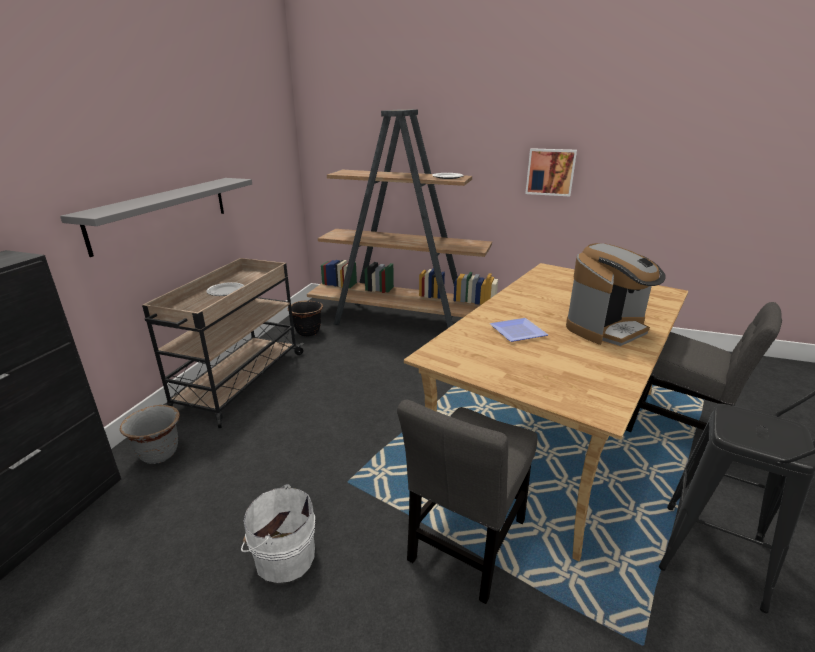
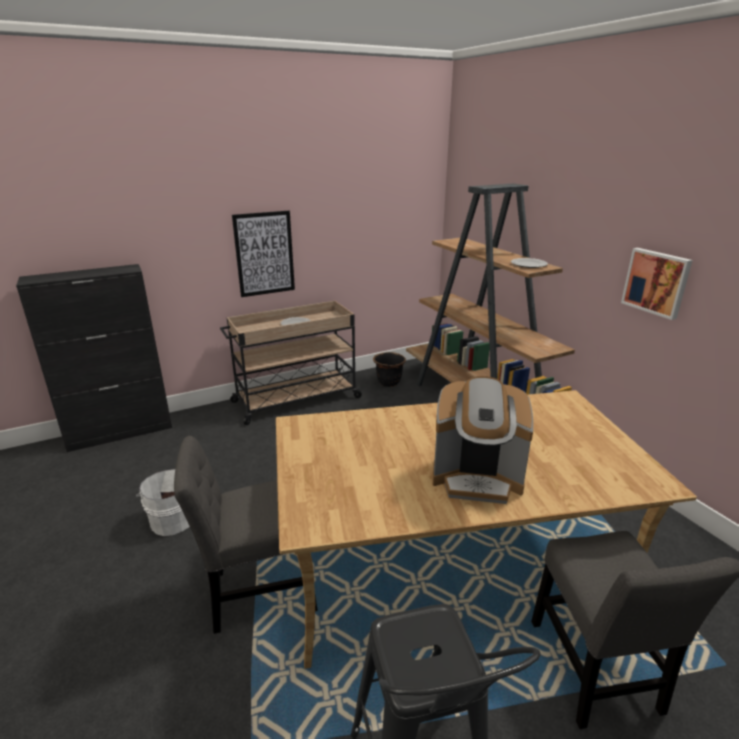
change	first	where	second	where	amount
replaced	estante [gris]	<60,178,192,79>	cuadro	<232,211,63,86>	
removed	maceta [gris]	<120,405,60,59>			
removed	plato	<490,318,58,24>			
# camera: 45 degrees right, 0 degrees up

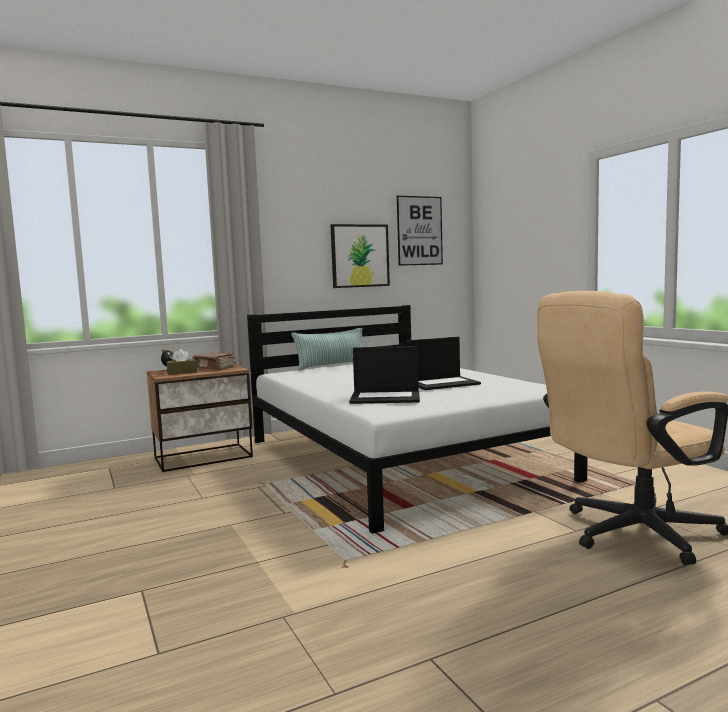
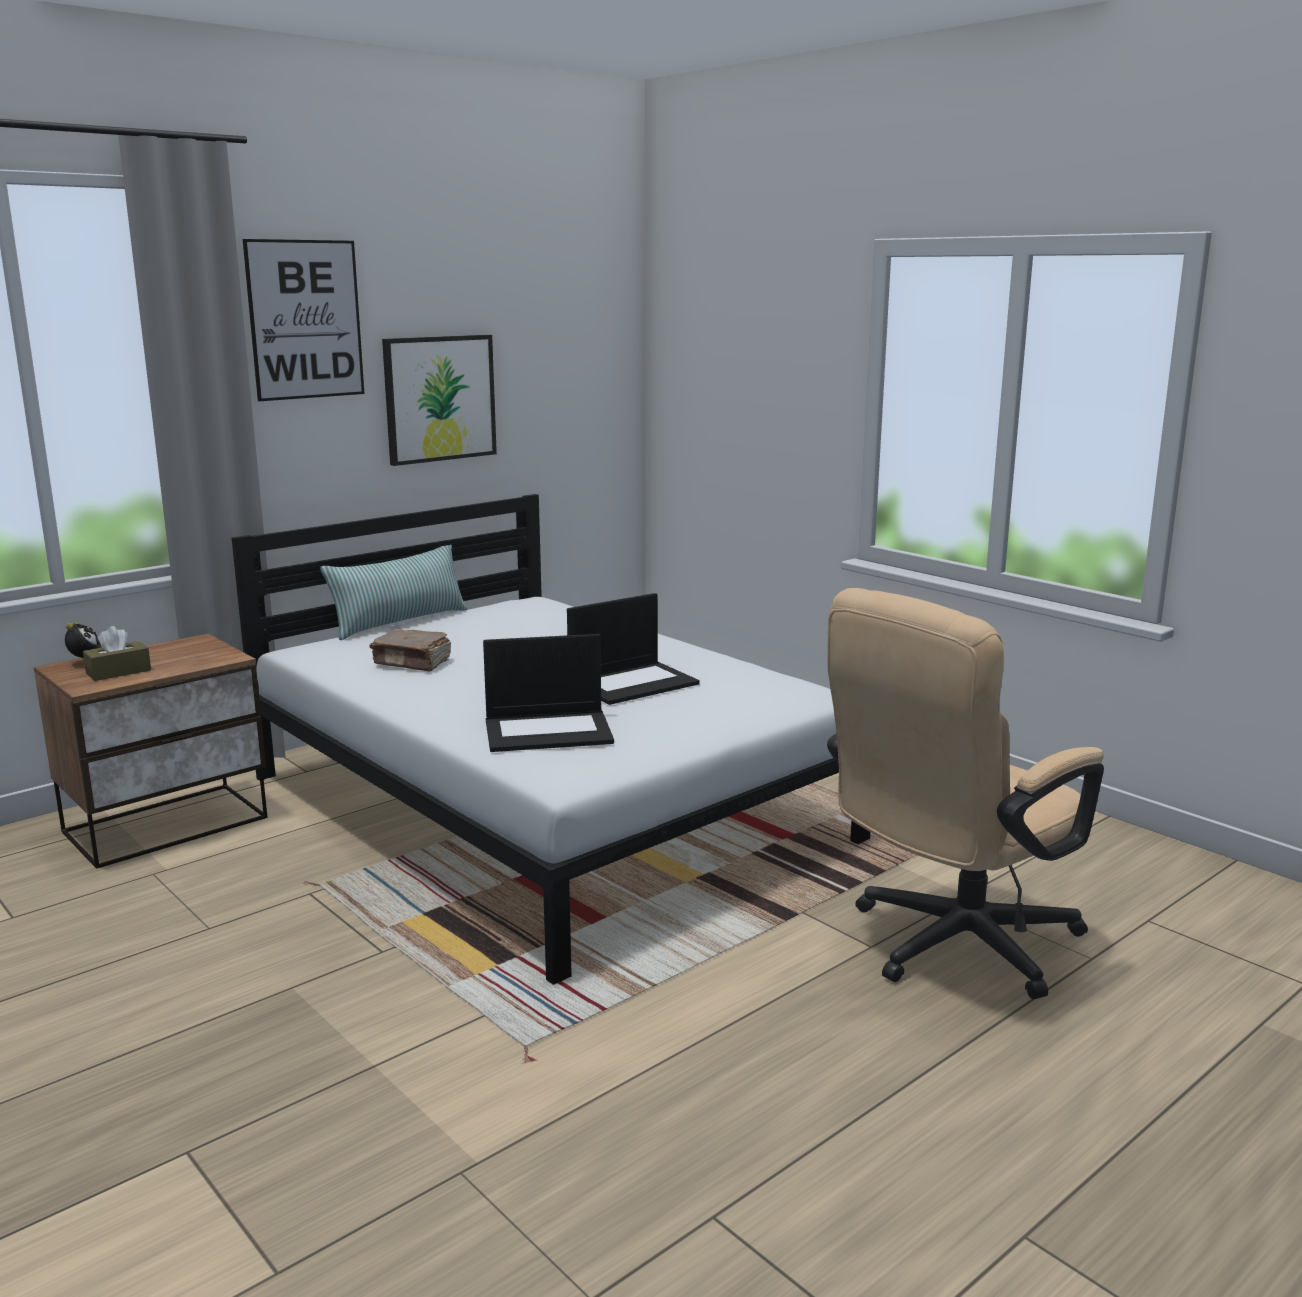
change	first	where	second	where	amount
moved	cuadro	<397,196,46,70>		<243,239,121,162>	
moved	libro [marrón]	<192,352,44,18>		<369,629,82,42>	
# camera: 15 degrees left, 10 degrees up

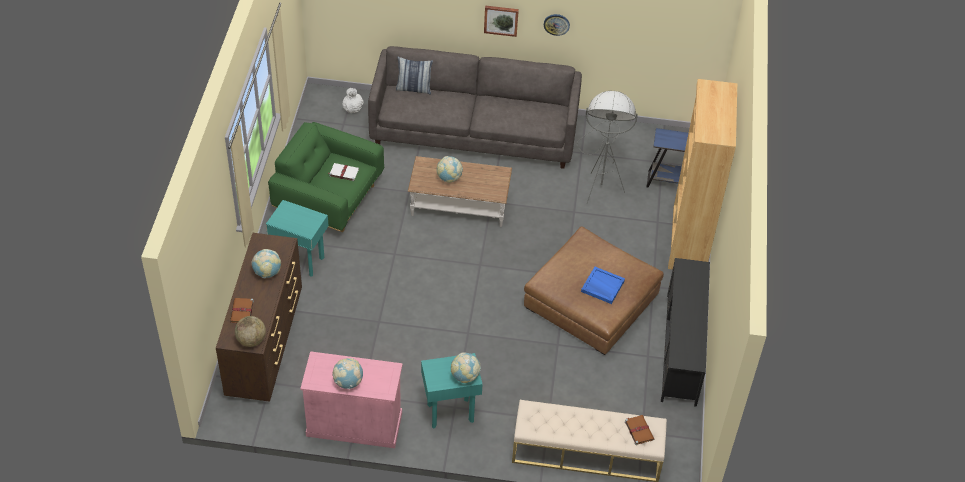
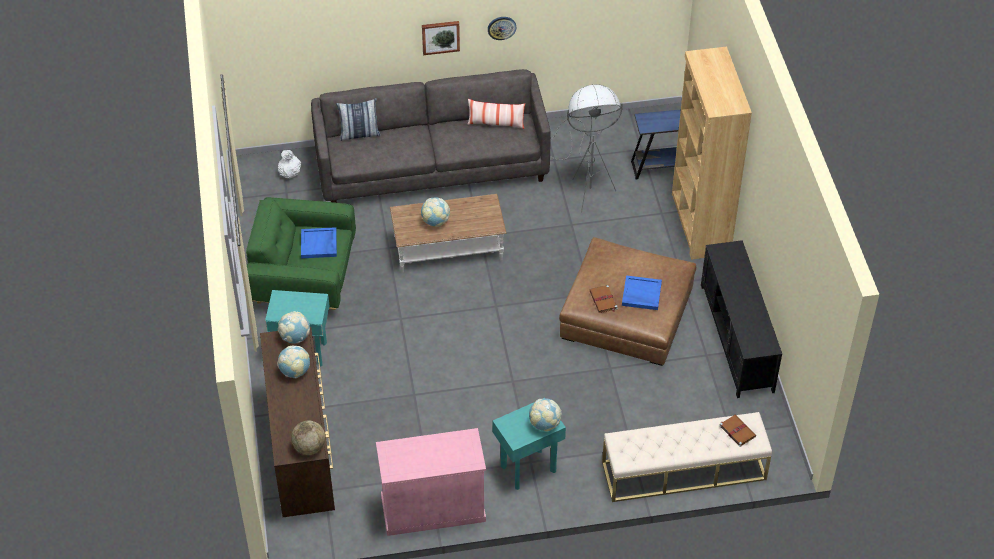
change	first	where	second	where	amount
moved	globo terráqueo	<333,358,30,31>		<278,311,32,33>	
replaced	libro [blanco]	<328,163,31,18>	bandeja [azul]	<301,227,36,31>	
added			cojín	<467,99,58,30>	
moved	libro [marrón]	<230,298,24,25>		<590,285,28,28>	
# camera: 15 degrees left, 0 degrees up

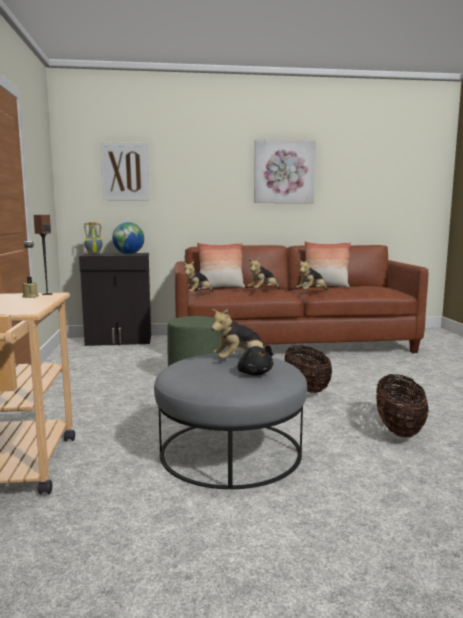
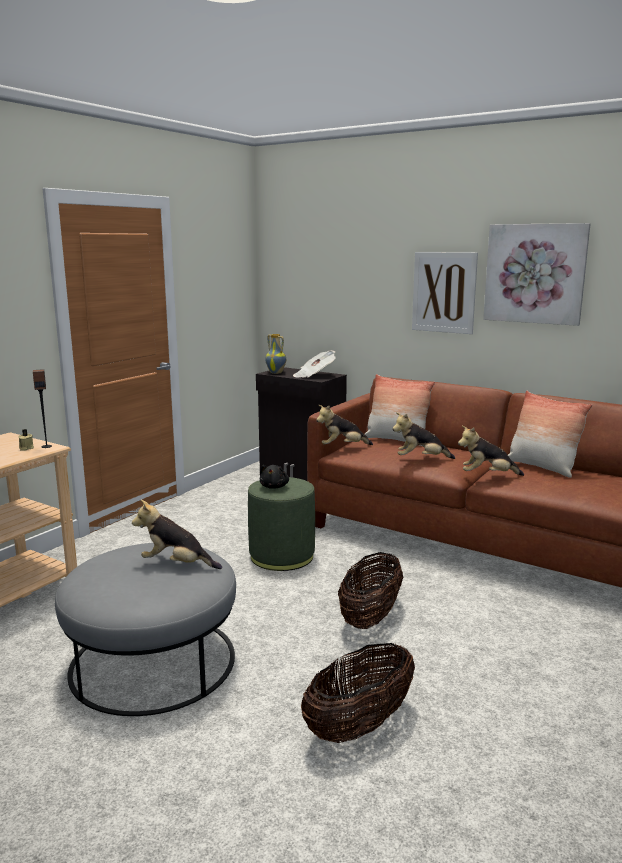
change	first	where	second	where	amount
moved	peluche [negro]	<237,346,36,30>		<260,465,29,24>	
replaced	globo terráqueo	<112,222,32,32>	periódico	<293,350,43,28>	
moved	cuadro	<100,142,49,59>		<412,252,66,82>	
# camera: 40 degrees right, 5 degrees up

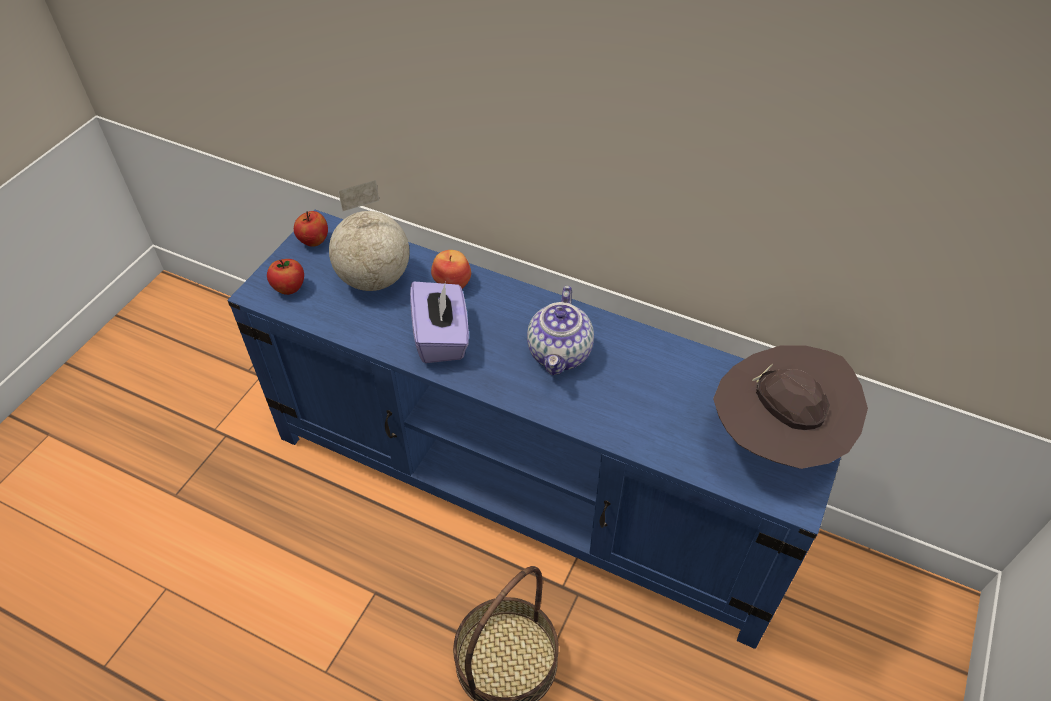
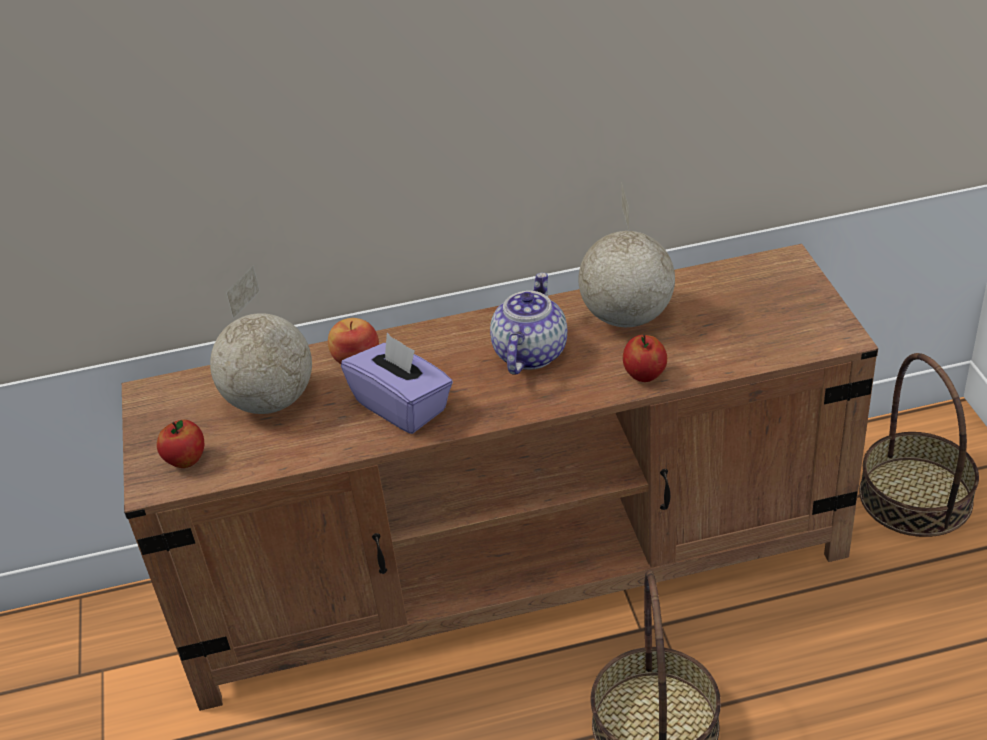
change	first	where	second	where	amount
recoloured	mueble de televisión [azul]	<228,210,613,439>	mueble de televisión [marrón]	<122,244,756,467>	
turned	tetera	<527,286,67,89>		<490,272,77,103>	135 degrees counterclockwise
added			globo terráqueo	<578,182,97,145>	
moved	manzana	<294,211,34,36>		<623,334,44,48>	
added			cesta	<859,353,120,184>	
removed	sombrero [marrón]	<713,345,155,124>			
# camera: 35 degrees left, 10 degrees down

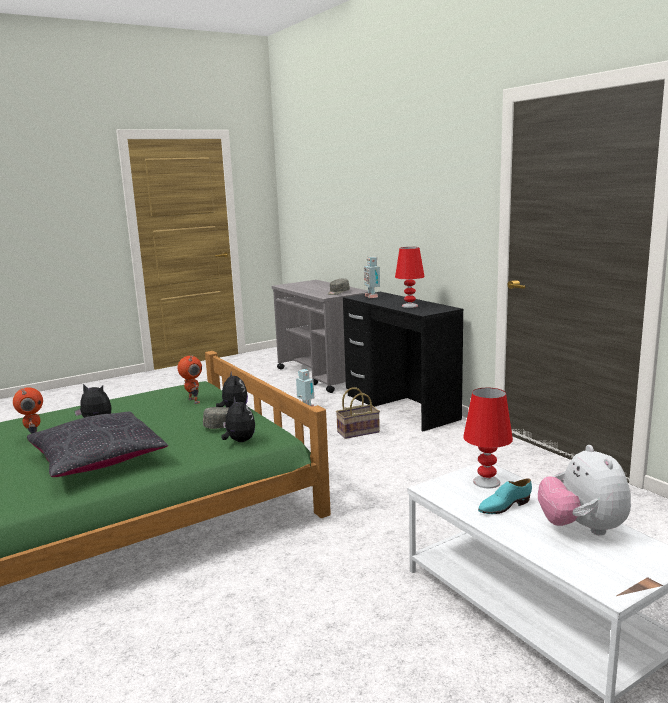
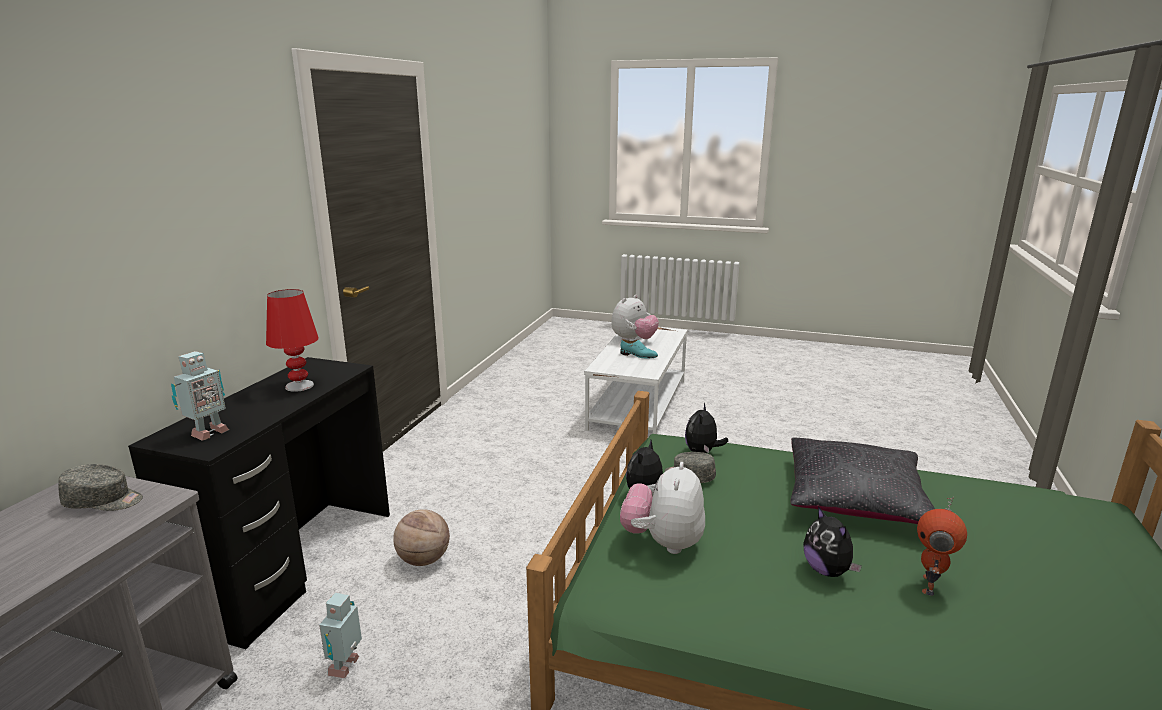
change	first	where	second	where	amount
replaced	cesta	<336,388,44,51>	balón de baloncesto	<393,509,57,57>	
replaced	robot de juguete	<177,355,25,49>	peluche	<620,462,85,92>	
removed	lámpara de mesa [rojo]	<463,388,50,101>			
# camera: 130 degrees left, 5 degrees up

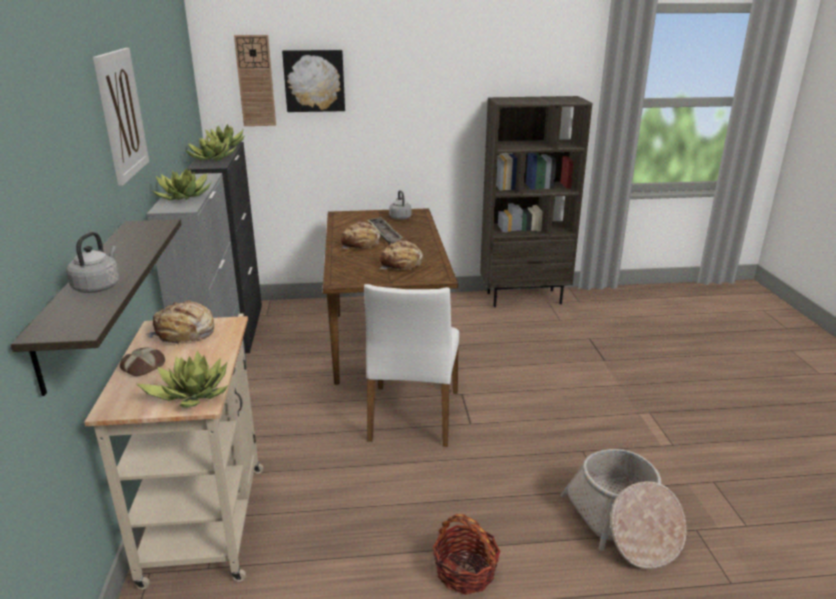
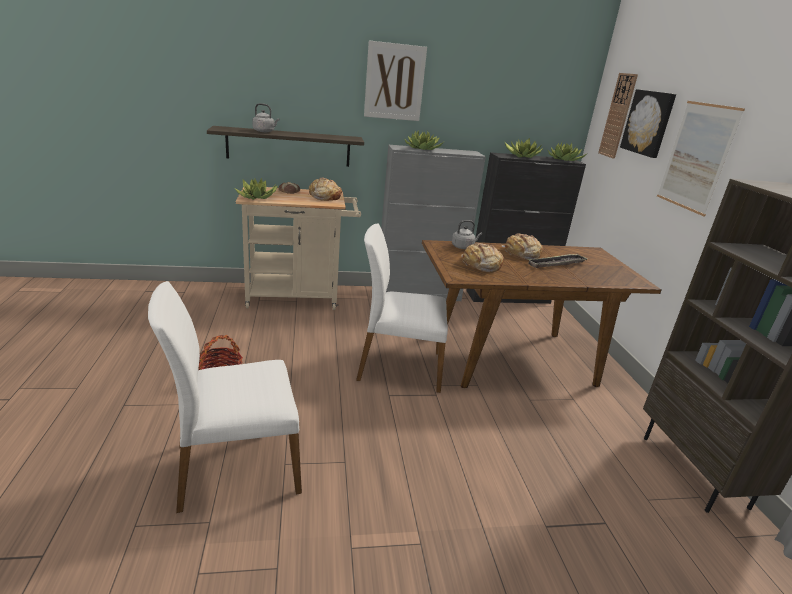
change	first	where	second	where	amount
replaced	cesta	<560,449,126,120>	silla [blanco]	<148,281,154,232>	
moved	hervidor [gris]	<389,190,23,30>		<452,220,30,29>	
added			cuadro	<657,101,88,115>	
# camera: 85 degrees right, 0 degrees up

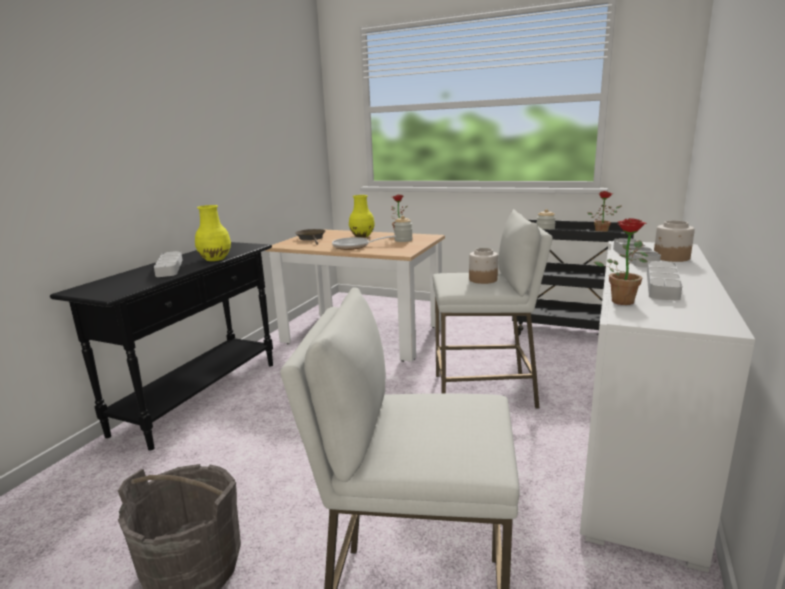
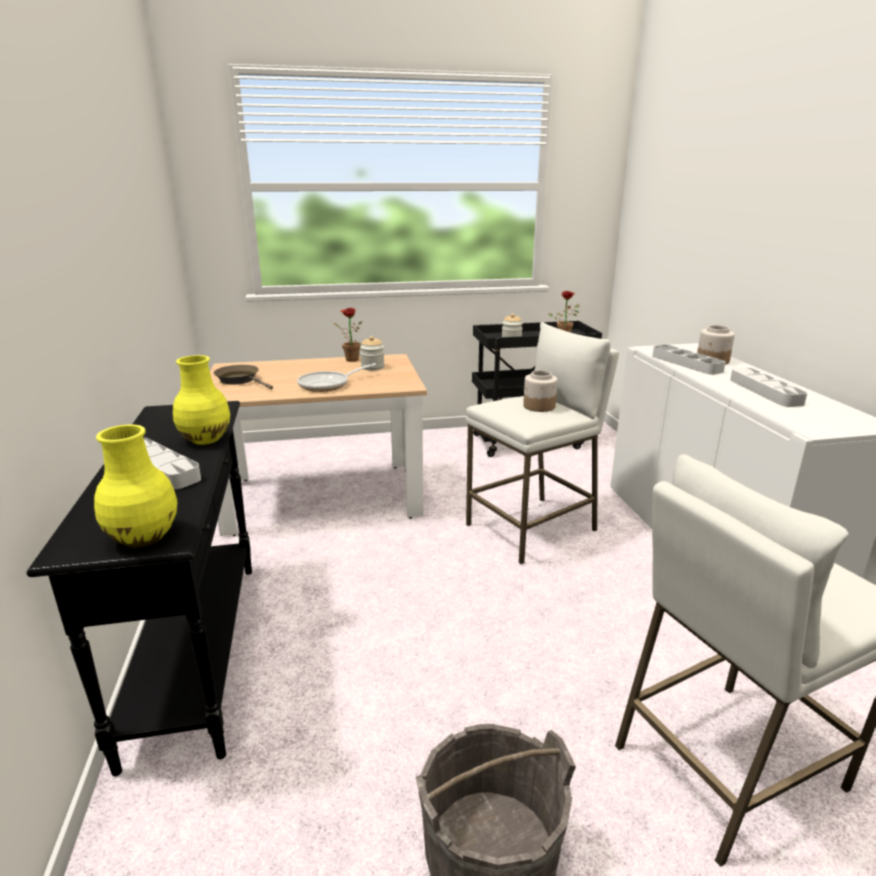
change	first	where	second	where	amount
moved	florero [amarillo]	<349,195,26,42>		<94,425,83,123>	
removed	planta en maceta	<594,218,54,87>			
# camera: 35 degrees left, 5 degrees up

